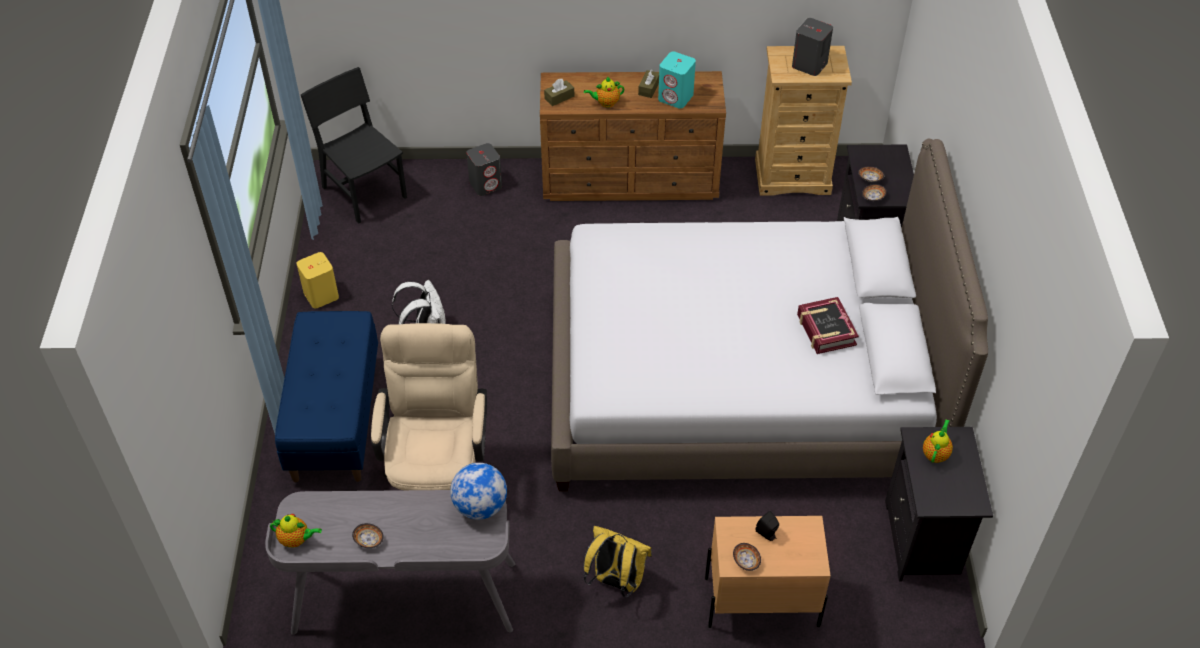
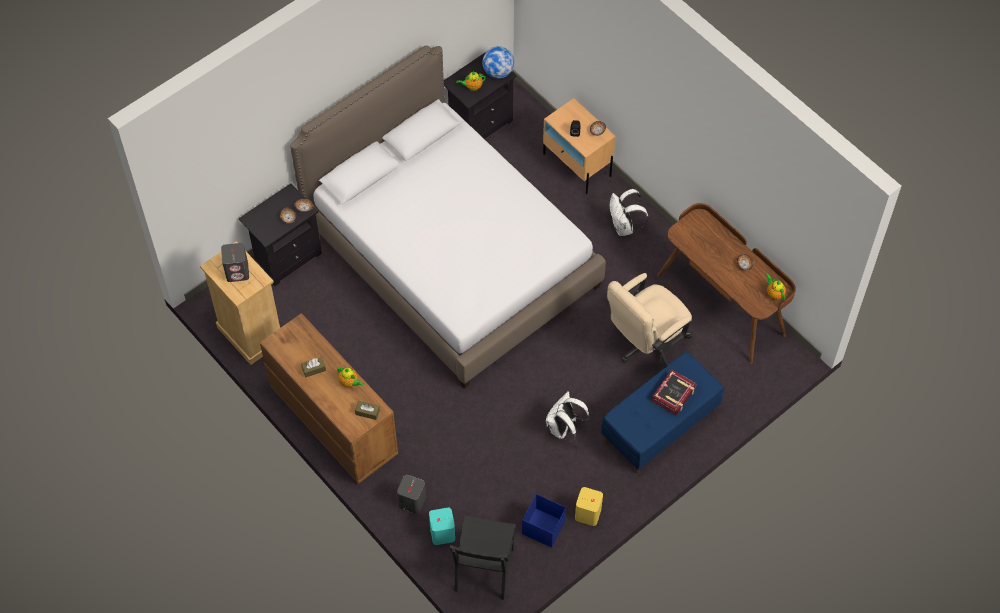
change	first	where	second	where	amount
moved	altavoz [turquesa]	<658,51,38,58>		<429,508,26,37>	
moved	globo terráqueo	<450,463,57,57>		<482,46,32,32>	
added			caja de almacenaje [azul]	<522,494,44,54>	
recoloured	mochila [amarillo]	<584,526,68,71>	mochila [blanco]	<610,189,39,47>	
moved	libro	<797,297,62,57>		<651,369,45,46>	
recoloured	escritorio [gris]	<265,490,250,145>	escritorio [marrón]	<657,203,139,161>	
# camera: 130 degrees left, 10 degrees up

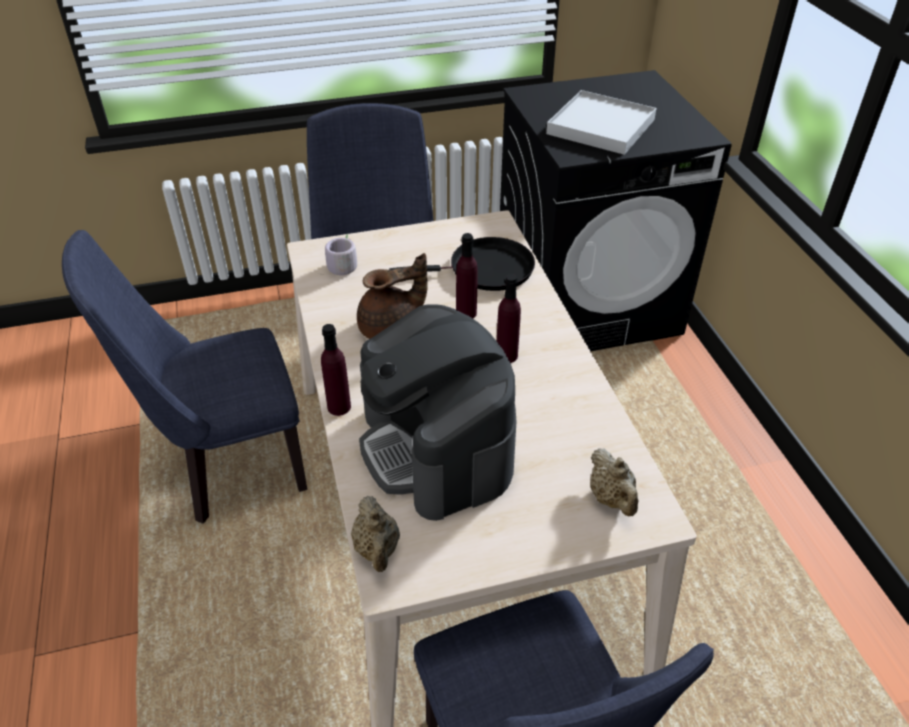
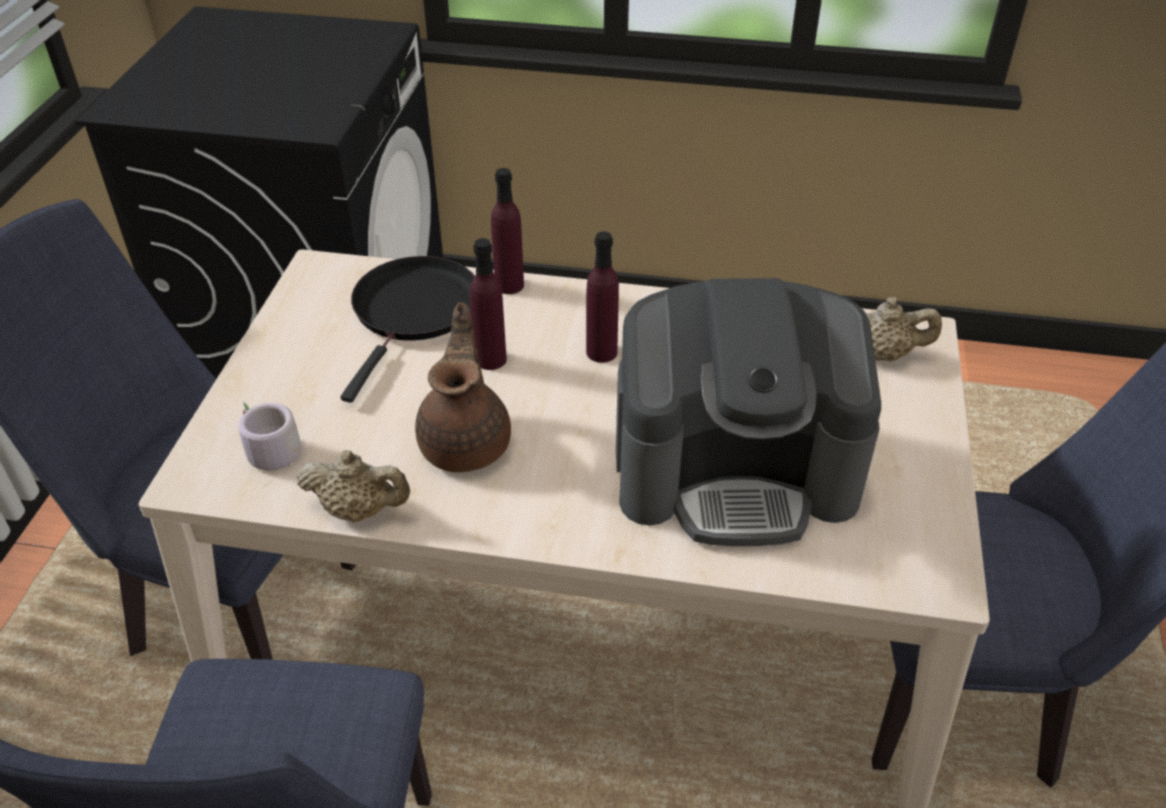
change	first	where	second	where	amount
moved	tetera [beis]	<351,496,49,76>		<297,450,113,72>	
moved	botella [morado]	<321,324,30,92>		<491,168,33,126>	
removed	bandeja [blanco]	<546,90,110,65>			
# camera: 65 degrees left, 0 degrees up

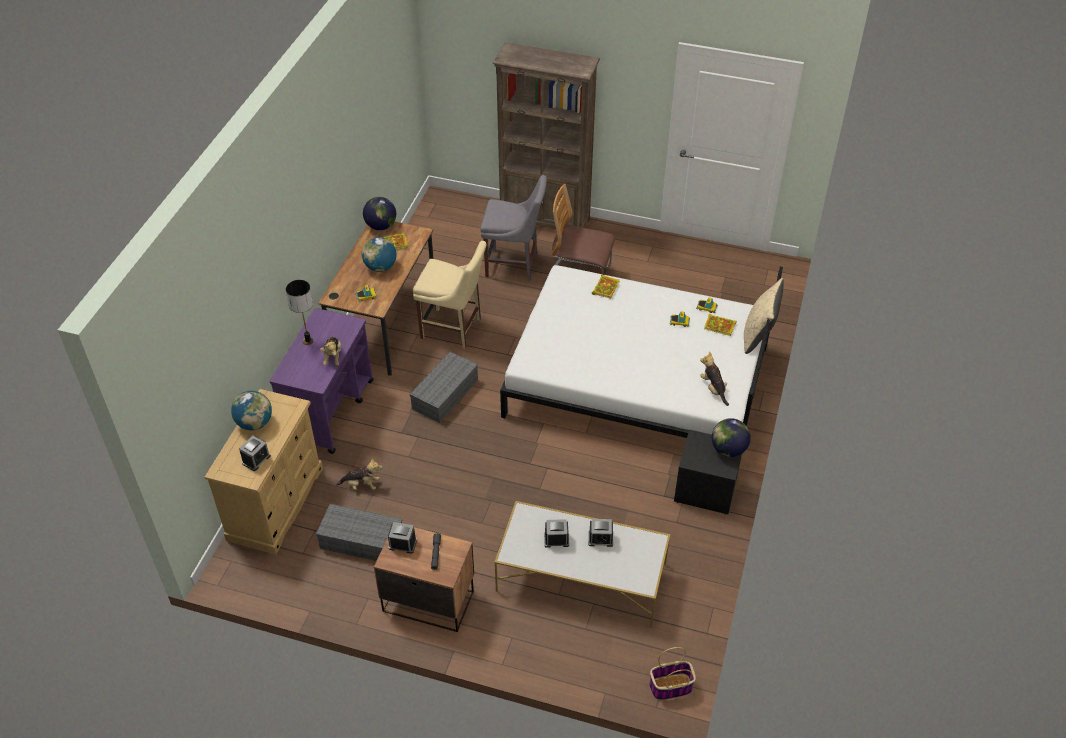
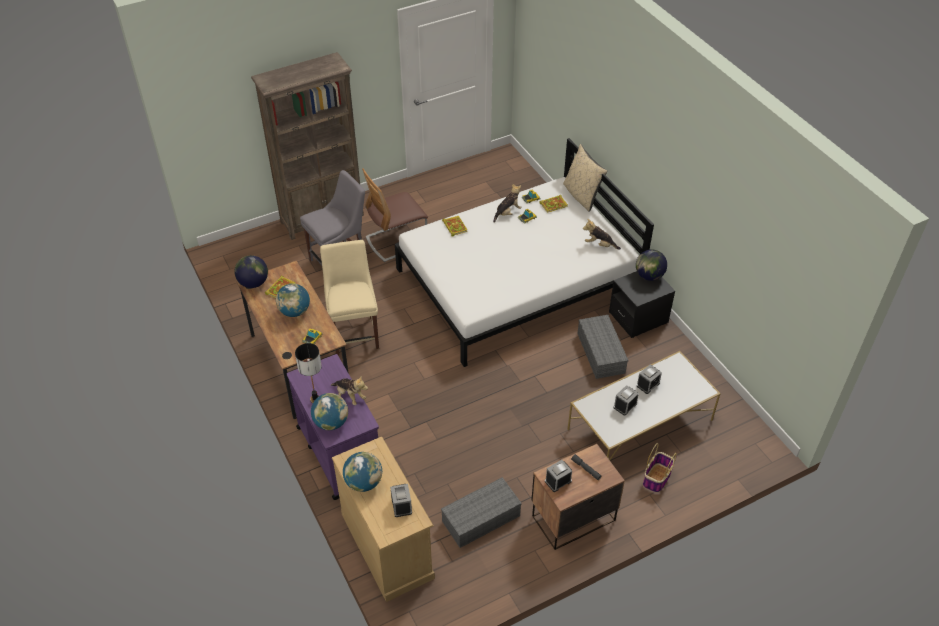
change	first	where	second	where	amount
added			globo terráqueo	<311,393,37,37>	
turned	silla [beis]	<413,241,73,108>		<320,240,59,115>	75 degrees counterclockwise
moved	peluche	<336,458,47,32>		<493,183,29,39>	
moved	caja de almacenaje [gris]	<410,352,68,71>		<577,315,51,64>	
moved	cesta	<649,647,47,53>		<643,443,34,50>	
# camera: 45 degrees left, 0 degrees up

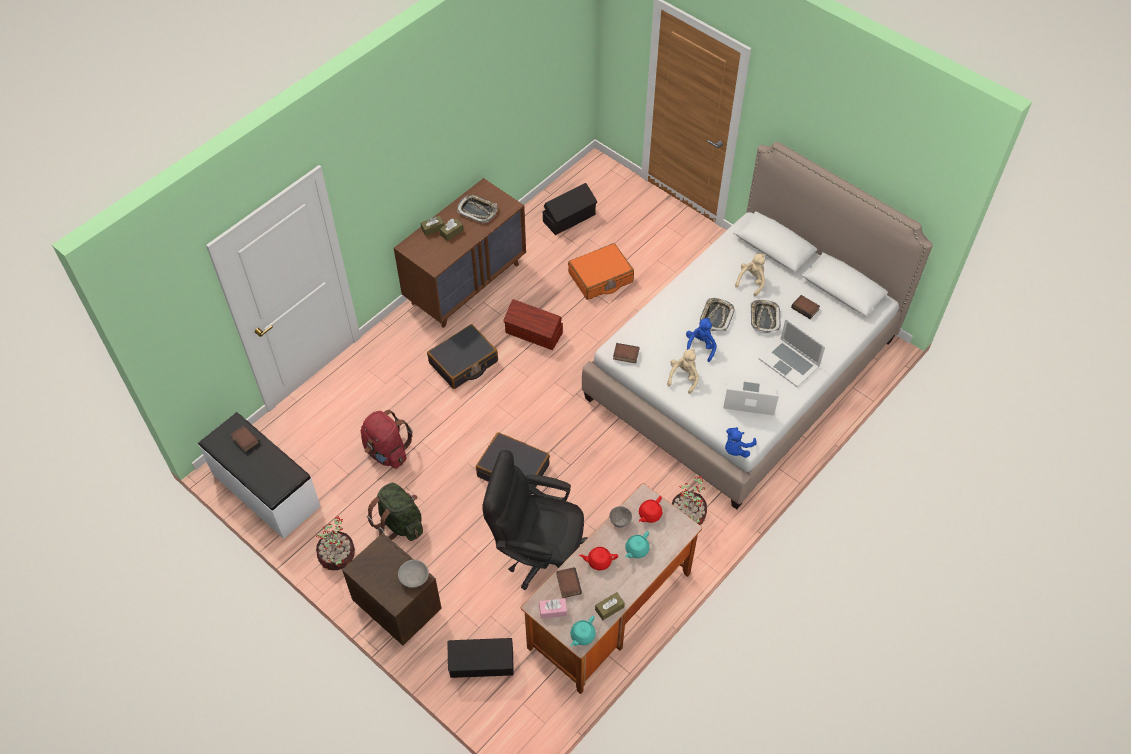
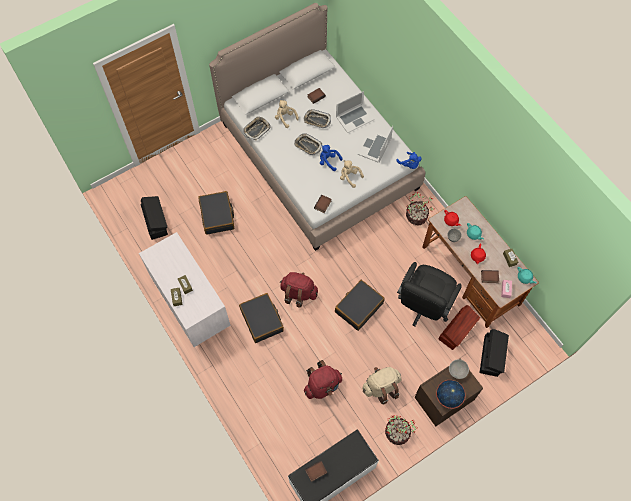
change	first	where	second	where	amount
recoloured	cómoda [marrón]	<394,178,132,150>	cómoda [blanco]	<139,232,91,115>	
recoloured	maleta [naranja]	<568,243,66,57>	maleta [negro]	<198,191,36,44>	
moved	bandeja	<457,195,40,28>		<243,116,28,24>	
added			mochila [rojo]	<280,272,38,36>	
recoloured	mochila [verde]	<367,483,56,58>	mochila [beis]	<362,367,39,38>	
added			globo terráqueo	<436,380,30,29>	
moved	caja de almacenaje [marrón]	<503,299,60,51>		<439,305,41,45>	
# camera: 75 degrees left, 10 degrees up

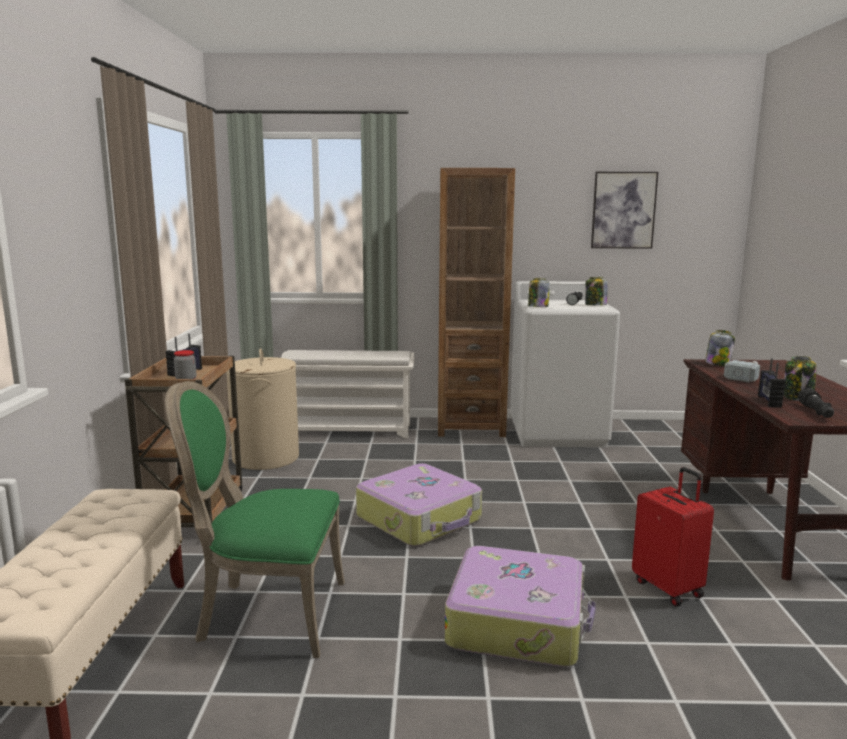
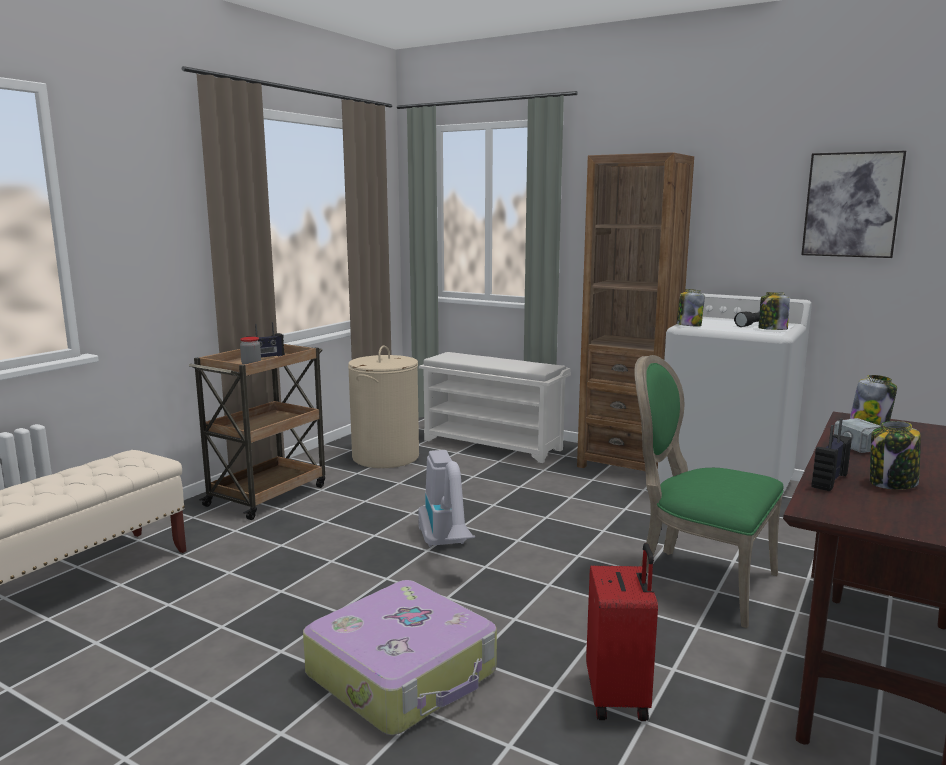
change	first	where	second	where	amount
replaced	maleta	<356,463,126,84>	aspiradora	<418,450,57,97>	
moved	silla [verde]	<165,381,180,277>		<634,355,150,273>	
removed	linterna [negro]	<798,388,36,30>			
# camera: 30 degrees right, 0 degrees up

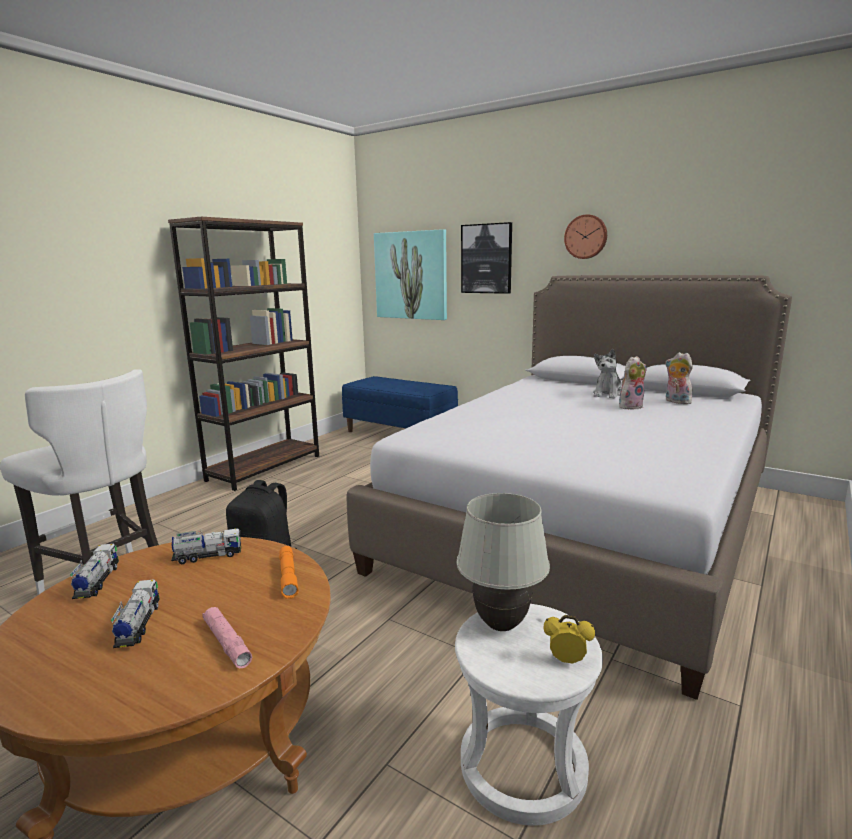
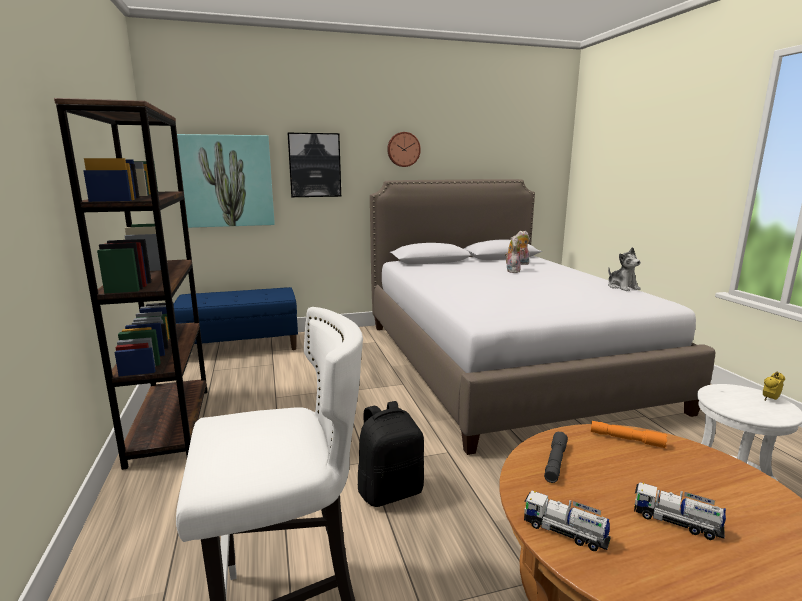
change	first	where	second	where	amount
replaced	camión de juguete	<171,528,70,36>	linterna [gris]	<544,432,24,51>	
moved	peluche	<593,349,29,49>		<608,247,33,44>	
removed	linterna [rosa]	<202,607,50,61>			
removed	lámpara de mesa [blanco]	<456,493,94,138>			
# camera: 50 degrees left, 0 degrees up

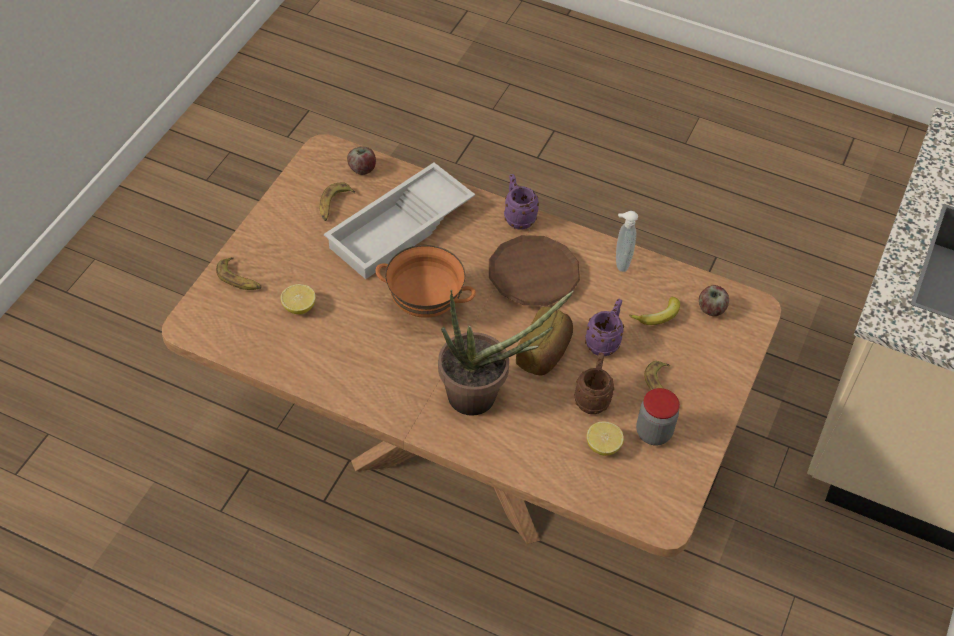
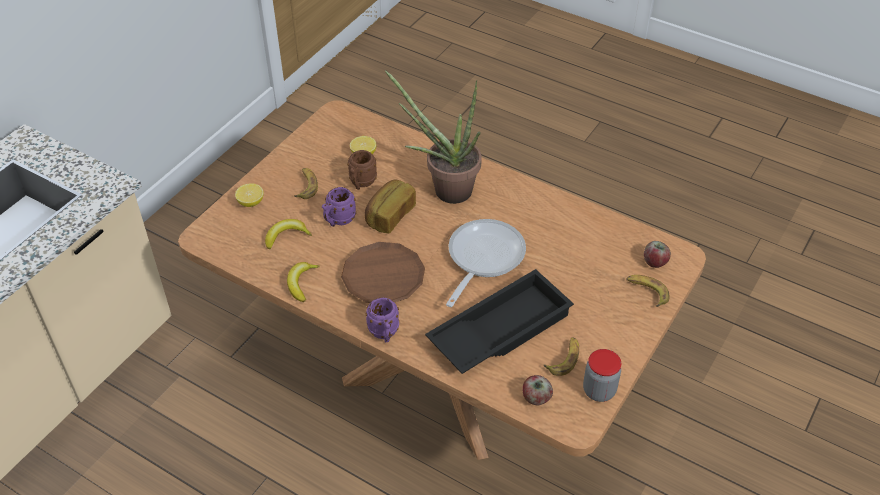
change	first	where	second	where	amount
moved	limón	<281,284,35,30>		<235,184,29,23>	
replaced	dispensador de jabón	<616,211,22,61>	plátano	<287,262,33,40>	
recoloured	bandeja [blanco]	<324,163,151,116>	bandeja [negro]	<425,269,149,105>	
replaced	cuenco [naranja]	<375,245,101,73>	sartén	<446,219,80,88>	
moved	tarro	<636,388,44,57>		<583,349,38,53>	
moved	manzana	<699,285,30,31>		<644,241,27,27>	
# camera: 170 degrees left, 5 degrees down

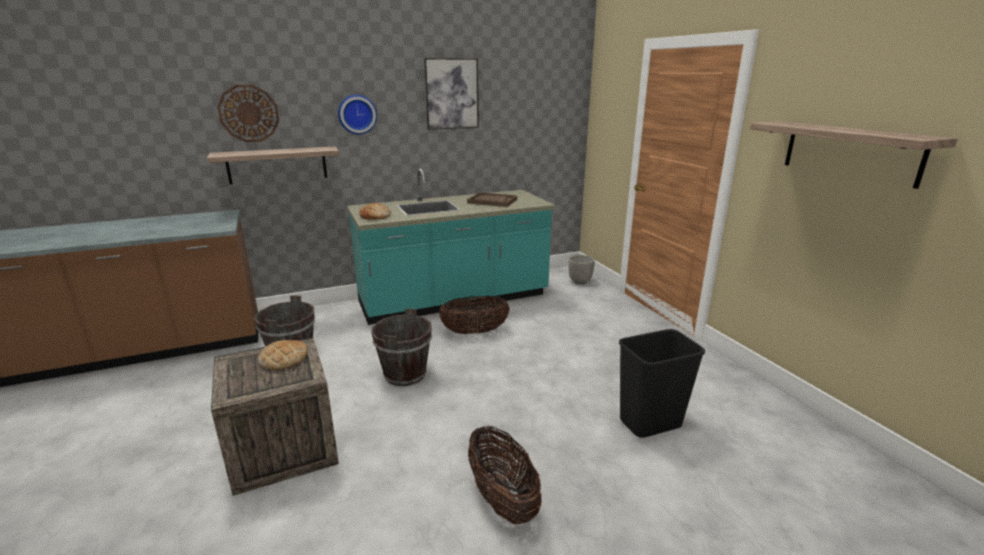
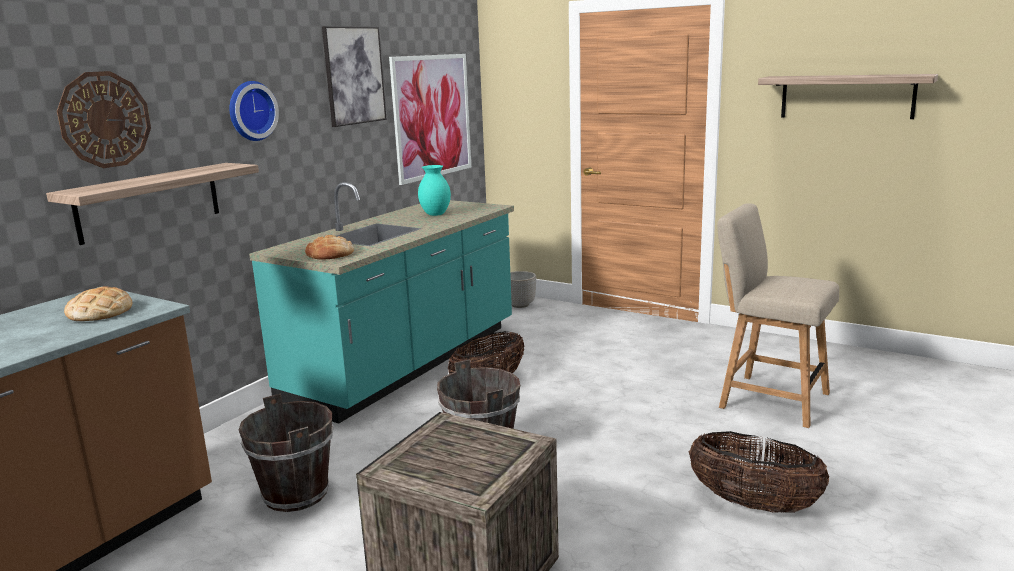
change	first	where	second	where	amount
moved	pan	<258,340,50,30>		<64,286,68,35>	
added			cuadro	<389,54,82,131>	
replaced	bandeja [marrón]	<467,192,50,15>	florero [turquesa]	<418,165,33,51>	
replaced	papelera [negro]	<619,329,86,109>	silla [beis]	<717,203,122,225>	
# camera: 35 degrees left, 5 degrees down

